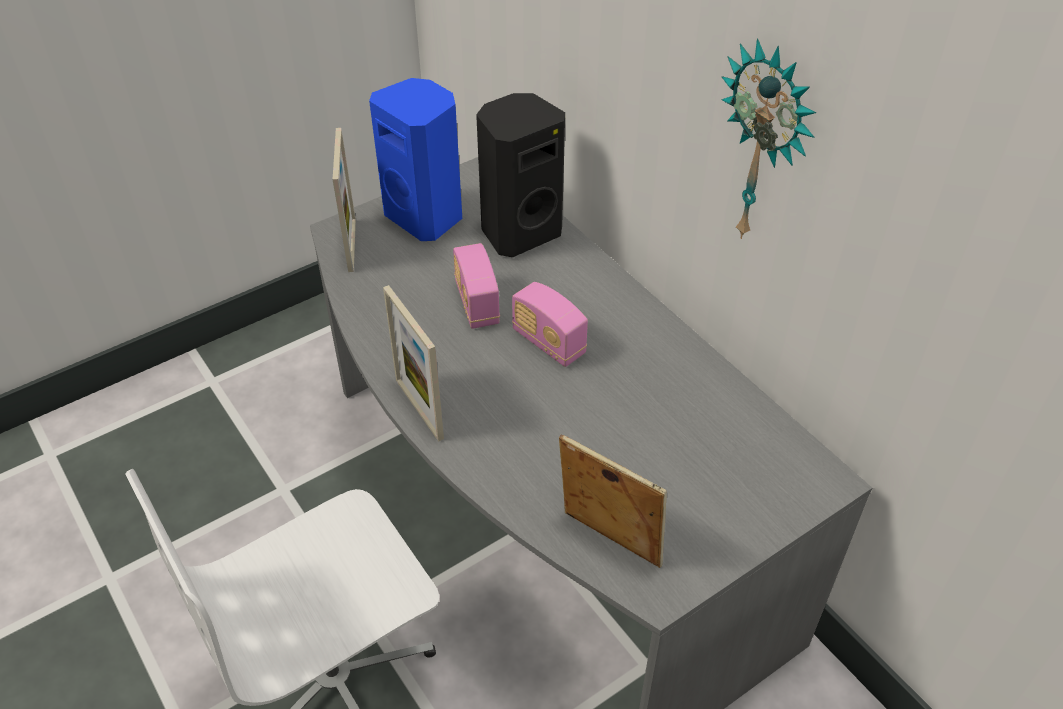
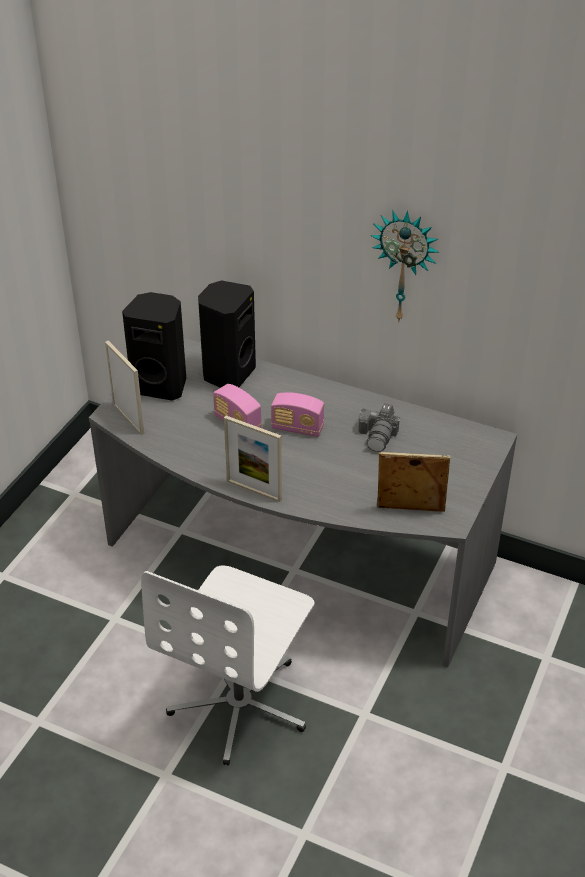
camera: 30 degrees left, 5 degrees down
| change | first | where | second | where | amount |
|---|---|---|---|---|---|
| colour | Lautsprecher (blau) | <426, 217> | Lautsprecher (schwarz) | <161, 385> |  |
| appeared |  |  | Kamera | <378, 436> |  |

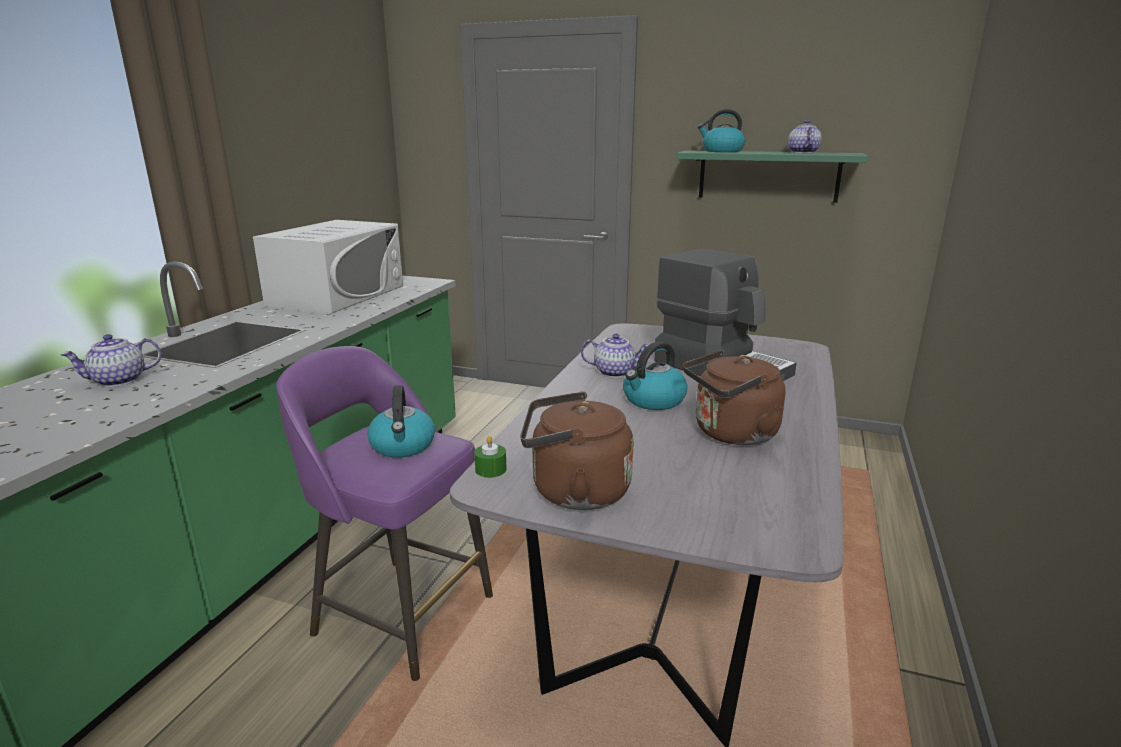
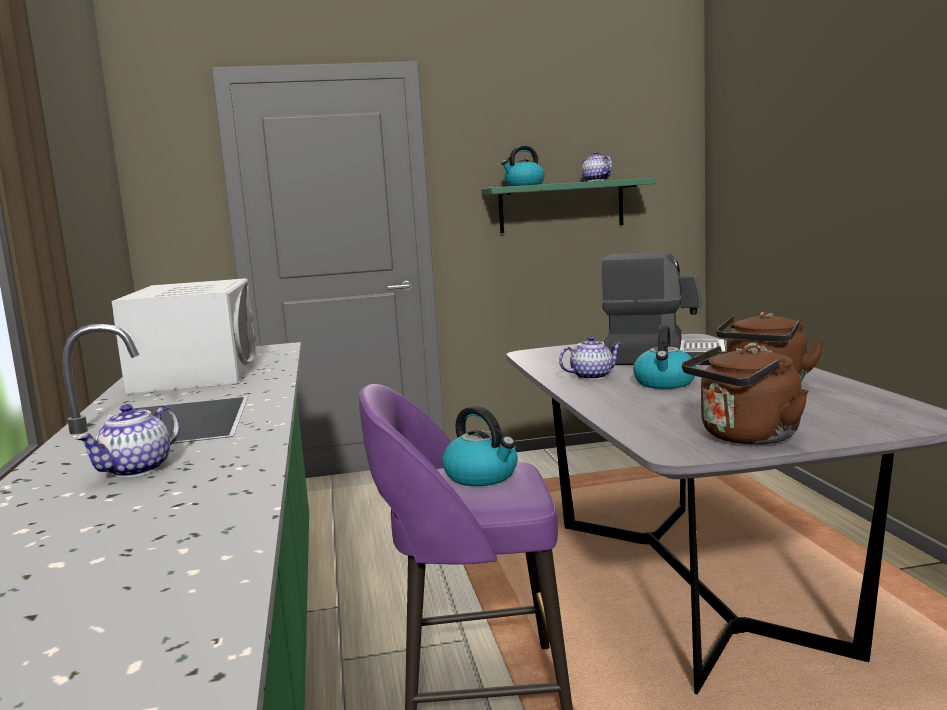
camera: 30 degrees left, 10 degrees down
| change | first | where | second | where | amount |
|---|---|---|---|---|---|
| missing | Kerze (grün) | <490, 469> |  |  |  |

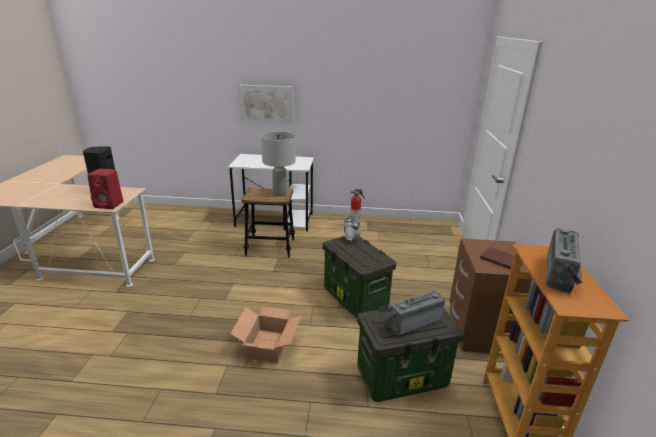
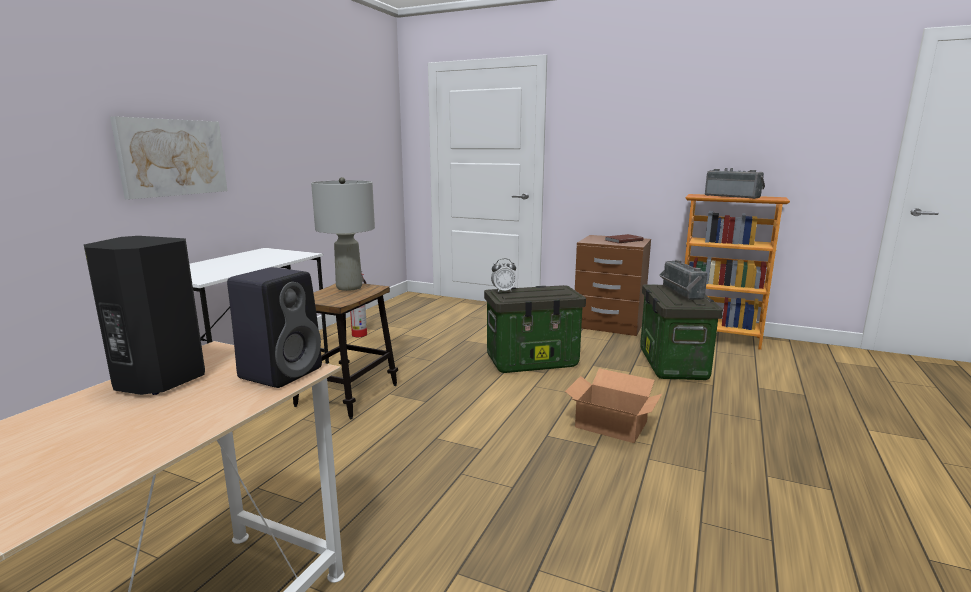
camera: 70 degrees left, 10 degrees down
| change | first | where | second | where | amount |
|---|---|---|---|---|---|
| colour | Lautsprecher (rot) | <110, 205> | Lautsprecher (schwarz) | <282, 372> |  |

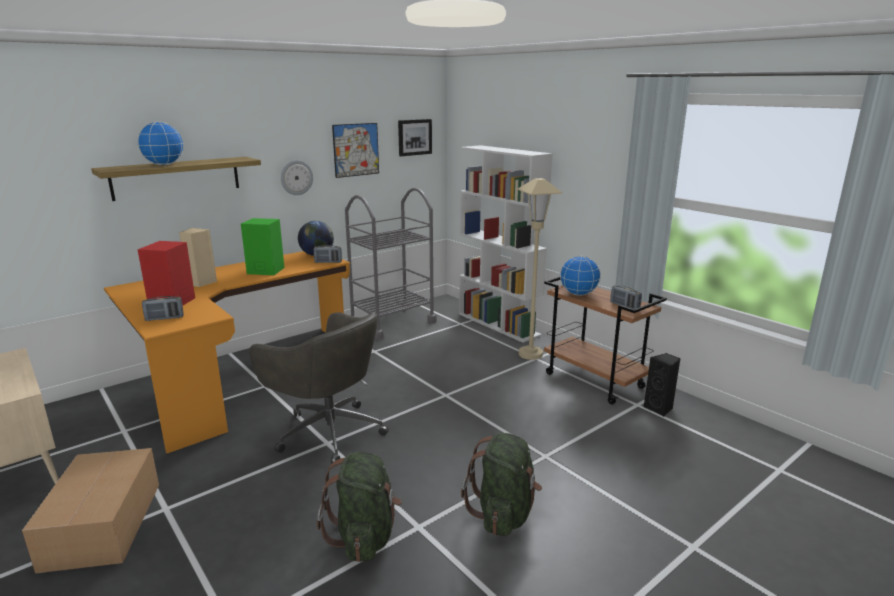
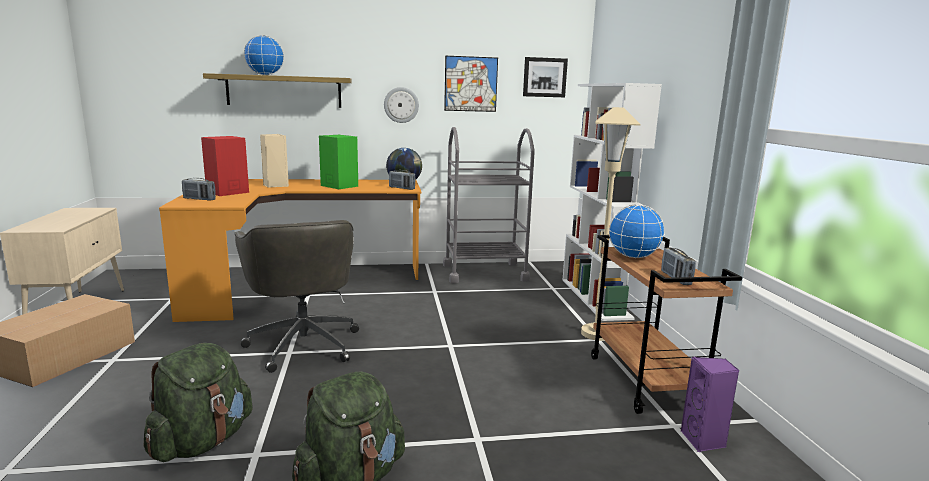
camera: 30 degrees right, 5 degrees down
| change | first | where | second | where | amount |
|---|---|---|---|---|---|
| colour | Lautsprecher (schwarz) | <659, 409> | Lautsprecher (lila) | <704, 441> |  |

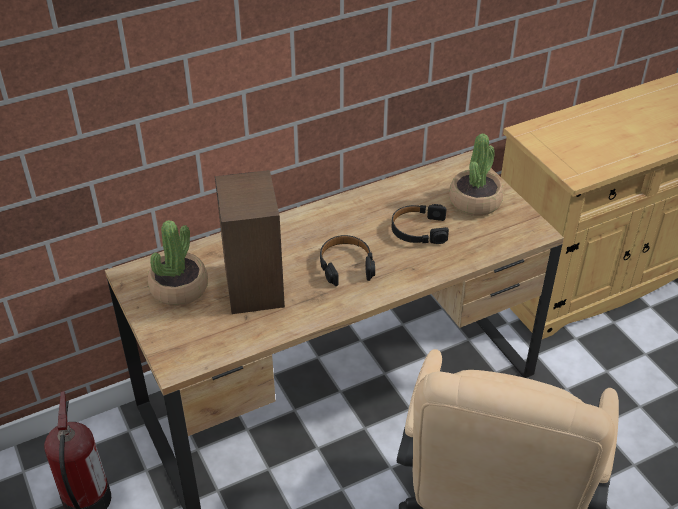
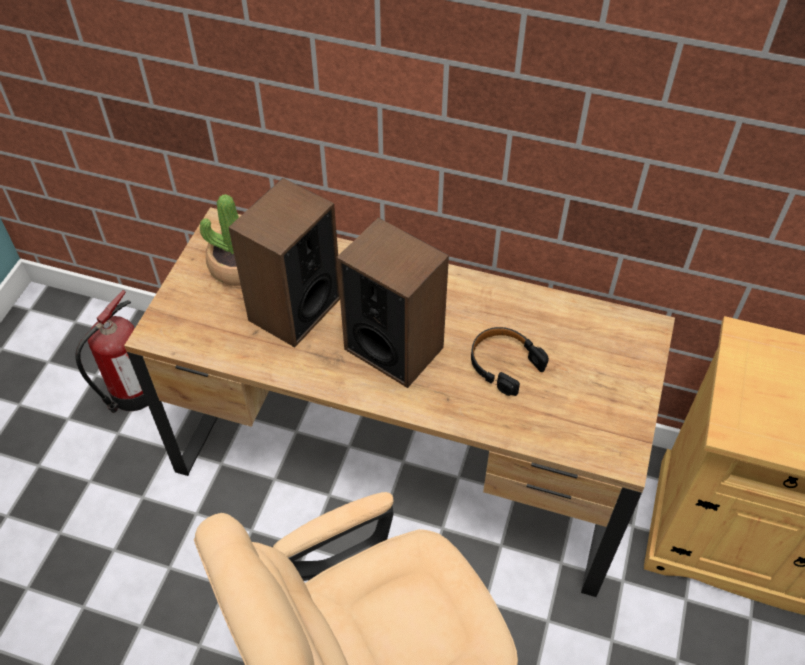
camera: 45 degrees right, 10 degrees up
| change | first | where | second | where | amount |
|---|---|---|---|---|---|
| exchanged | Kopfhörer (schwarz) | <346, 265> | Lautsprecher | <394, 347> |  |
| missing | Topfpflanze | <475, 201> |  |  |  |

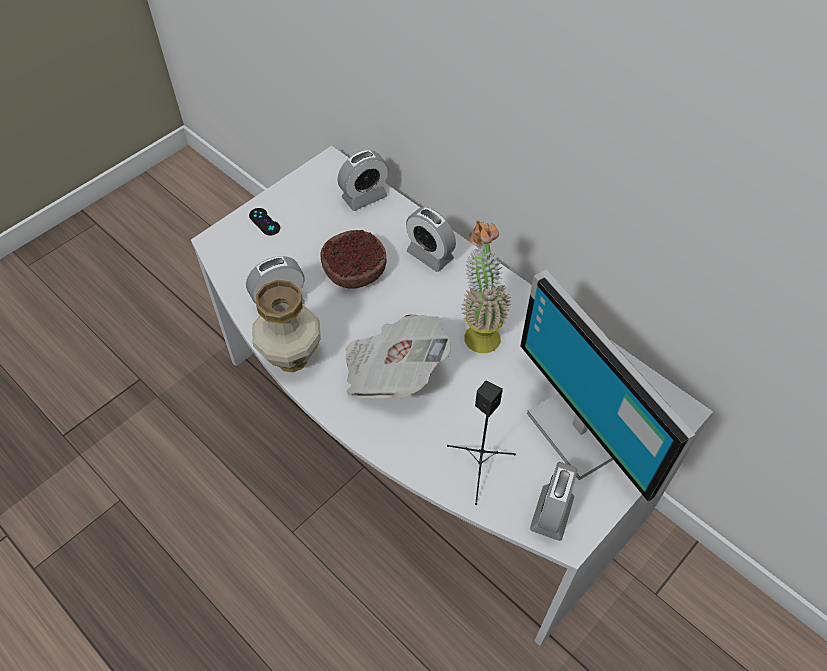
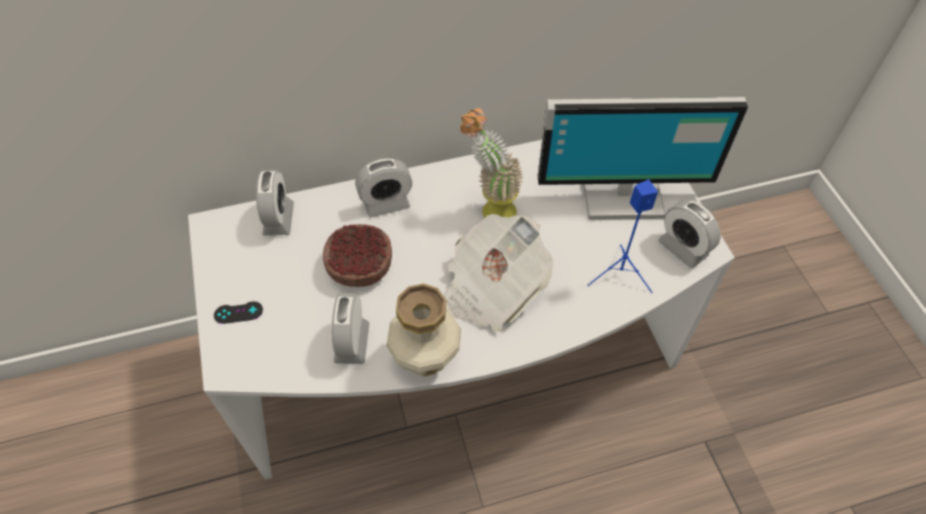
camera: 60 degrees left, 0 degrees up
| change | first | where | second | where | amount |
|---|---|---|---|---|---|
| colour | Lautsprecher (schwarz) | <480, 467> | Lautsprecher (blau) | <619, 273> |  |

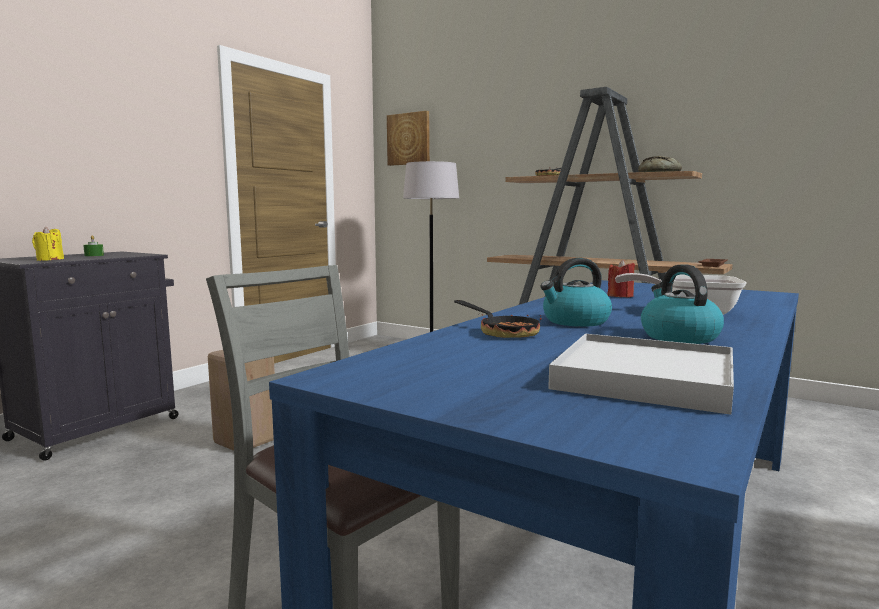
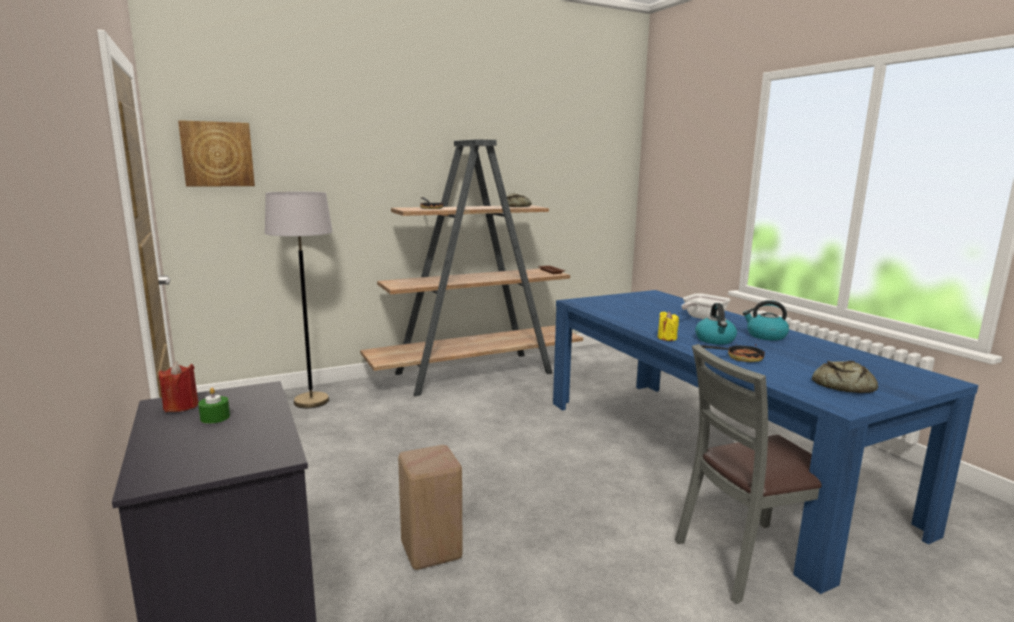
camera: 60 degrees left, 5 degrees up
| change | first | where | second | where | amount |
|---|---|---|---|---|---|
| relocated | Kerze (rot) | <620, 296> |  | <181, 406> |  |
| relocated | Kerze (gelb) | <50, 260> |  | <667, 338> |  |
| appeared |  |  | Brot | <841, 385> |  |
| missing | Tablett (weiß) | <645, 378> |  |  |  |

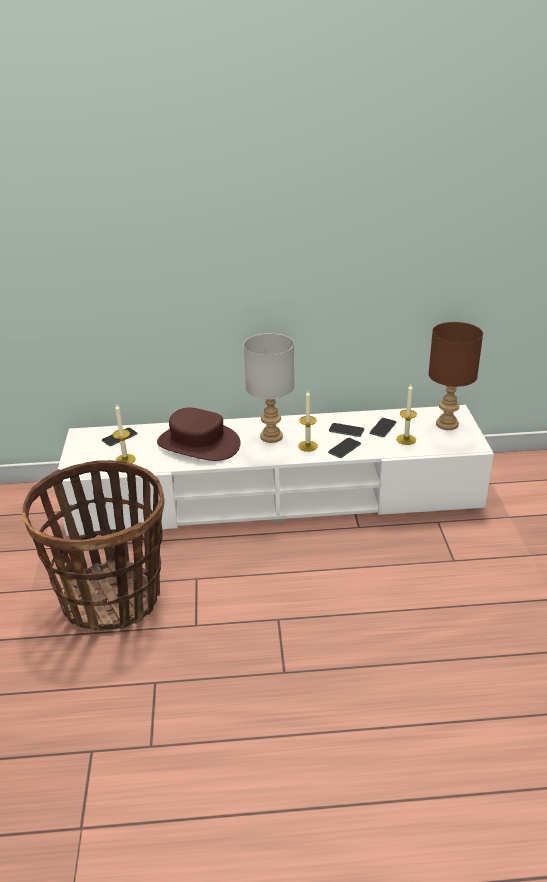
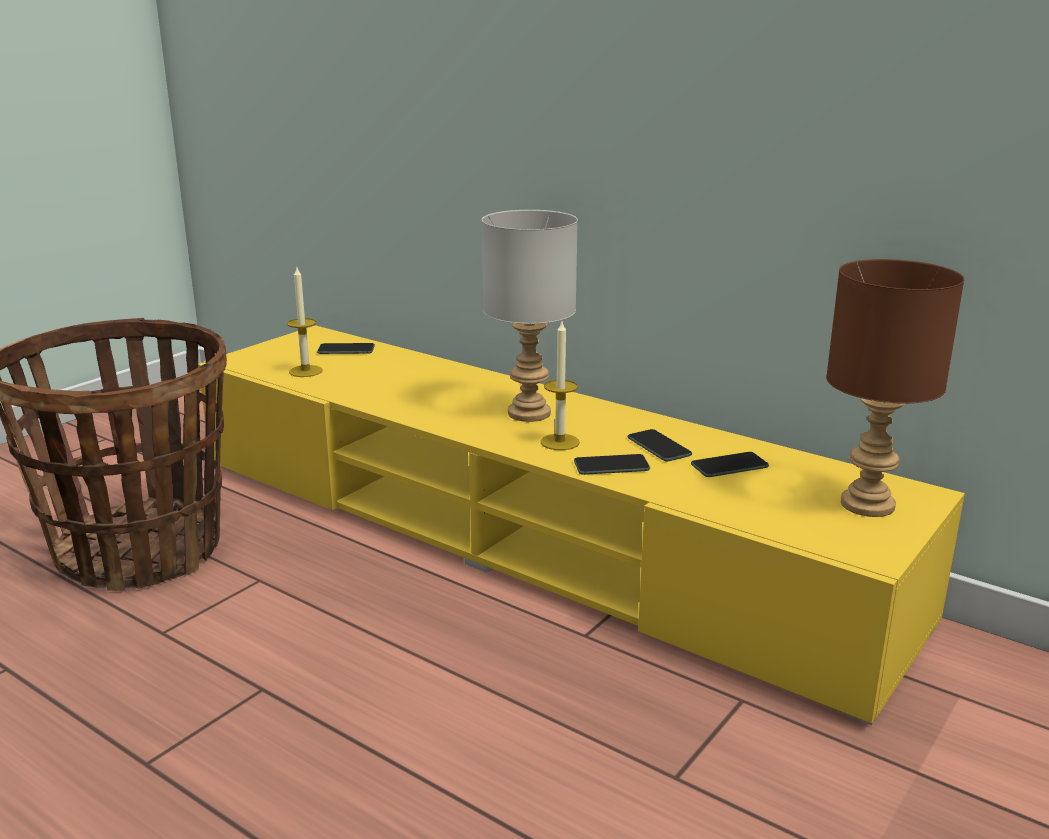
camera: 40 degrees right, 10 degrees down
| change | first | where | second | where | amount |
|---|---|---|---|---|---|
| colour | Fernsehschrank (weiß) | <276, 496> | Fernsehschrank (gelb) | <526, 537> |  |
| missing | Hut (braun) | <198, 444> |  |  |  |
| missing | Kerze | <406, 439> |  |  |  |

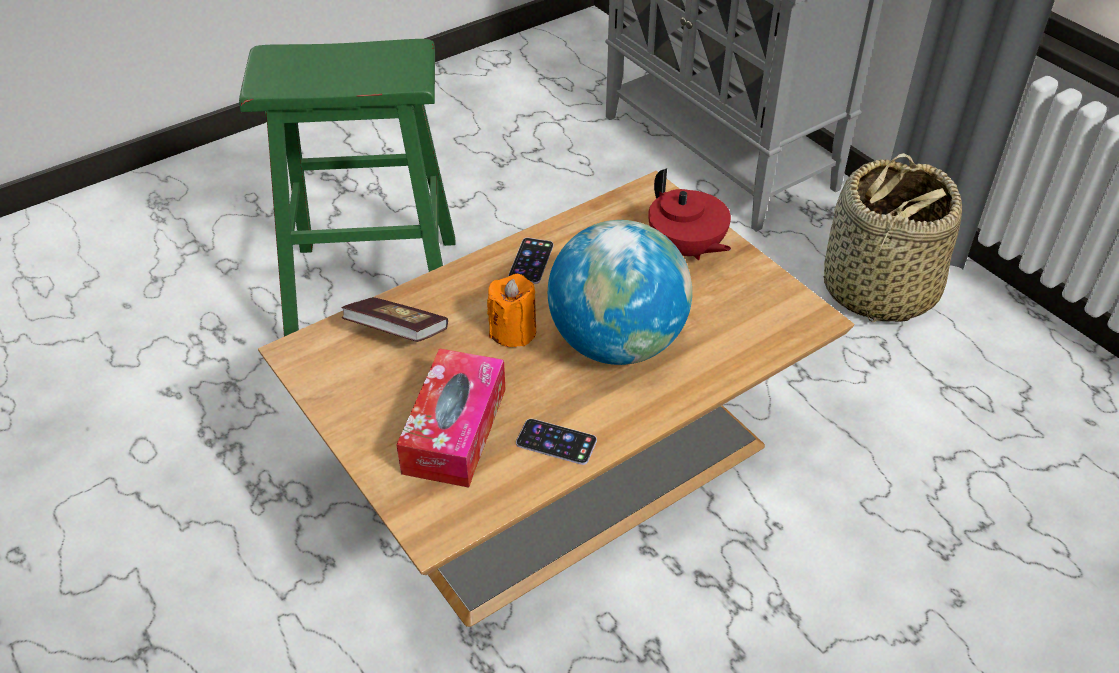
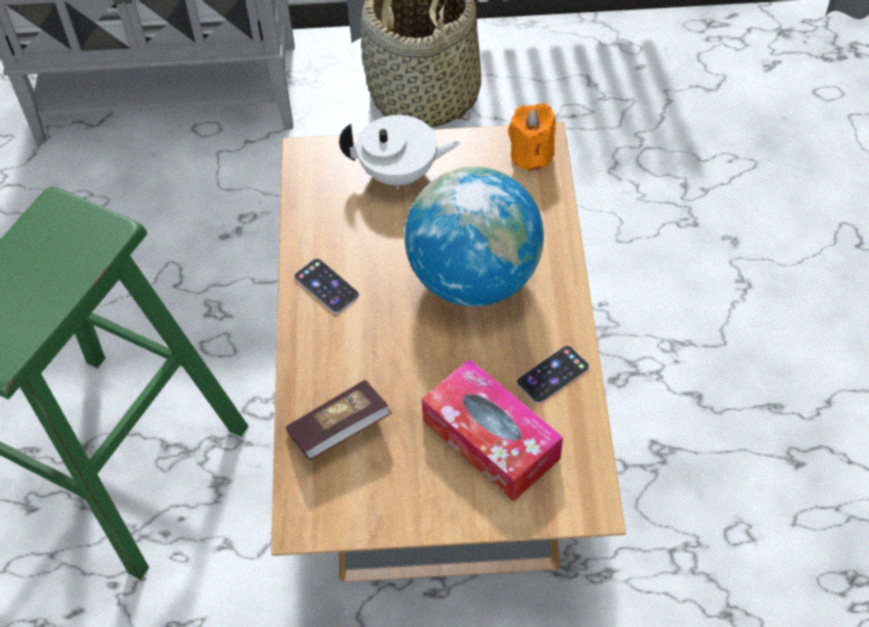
camera: 55 degrees left, 10 degrees up
| change | first | where | second | where | amount |
|---|---|---|---|---|---|
| colour | Teekanne (rot) | <686, 249> | Teekanne (weiß) | <400, 173> |  |
| relocated | Kerze (orange) | <513, 331> |  | <531, 155> |  |

